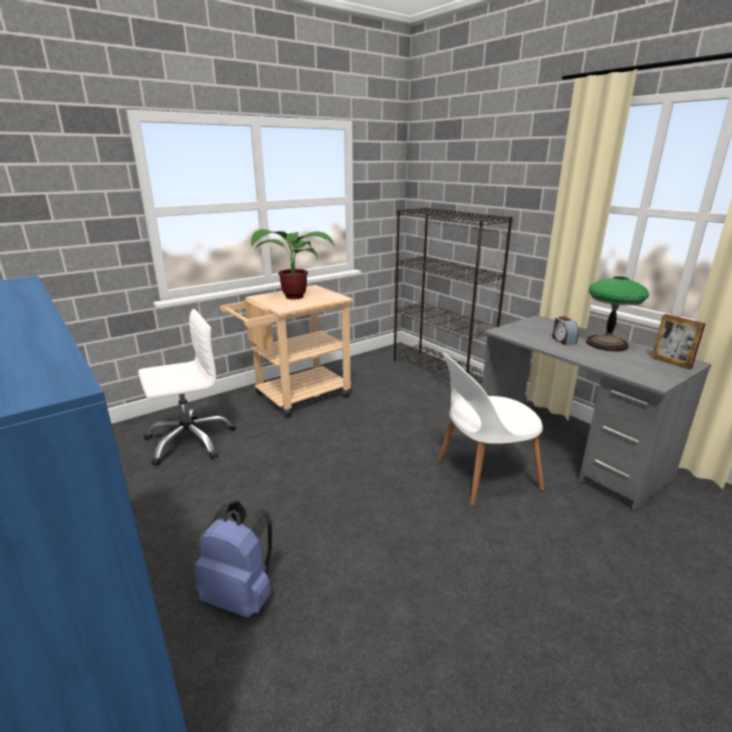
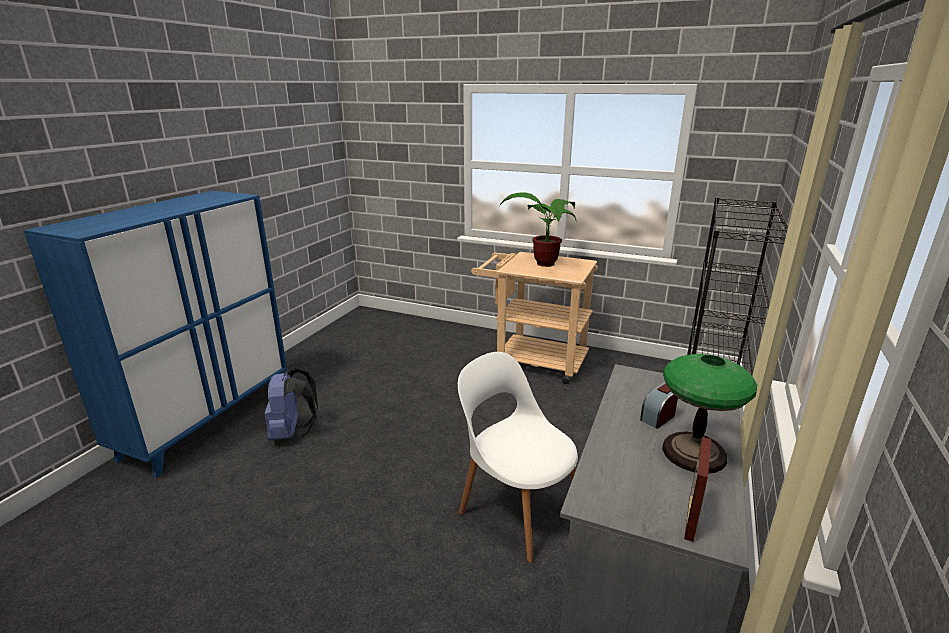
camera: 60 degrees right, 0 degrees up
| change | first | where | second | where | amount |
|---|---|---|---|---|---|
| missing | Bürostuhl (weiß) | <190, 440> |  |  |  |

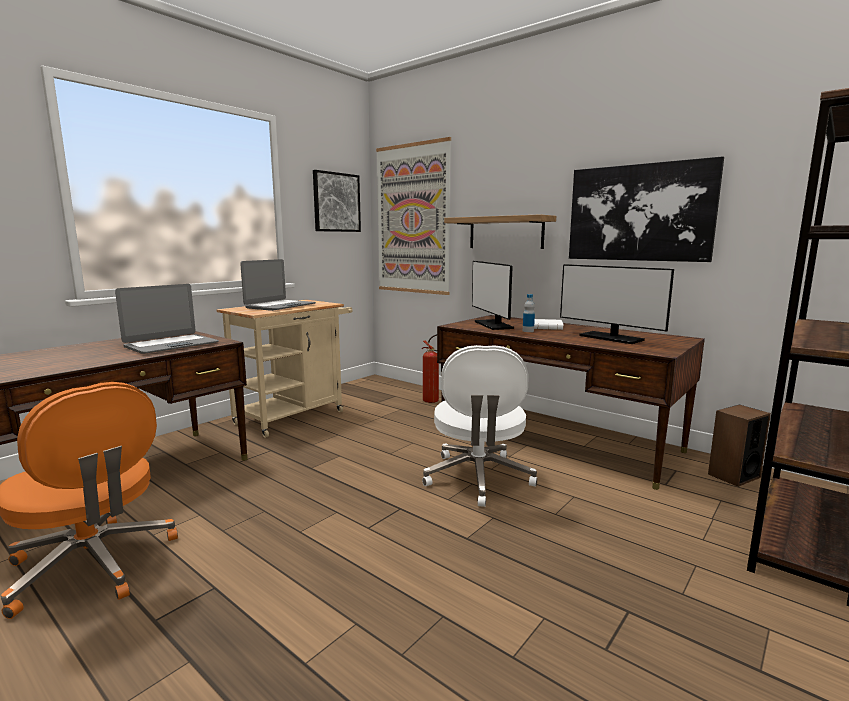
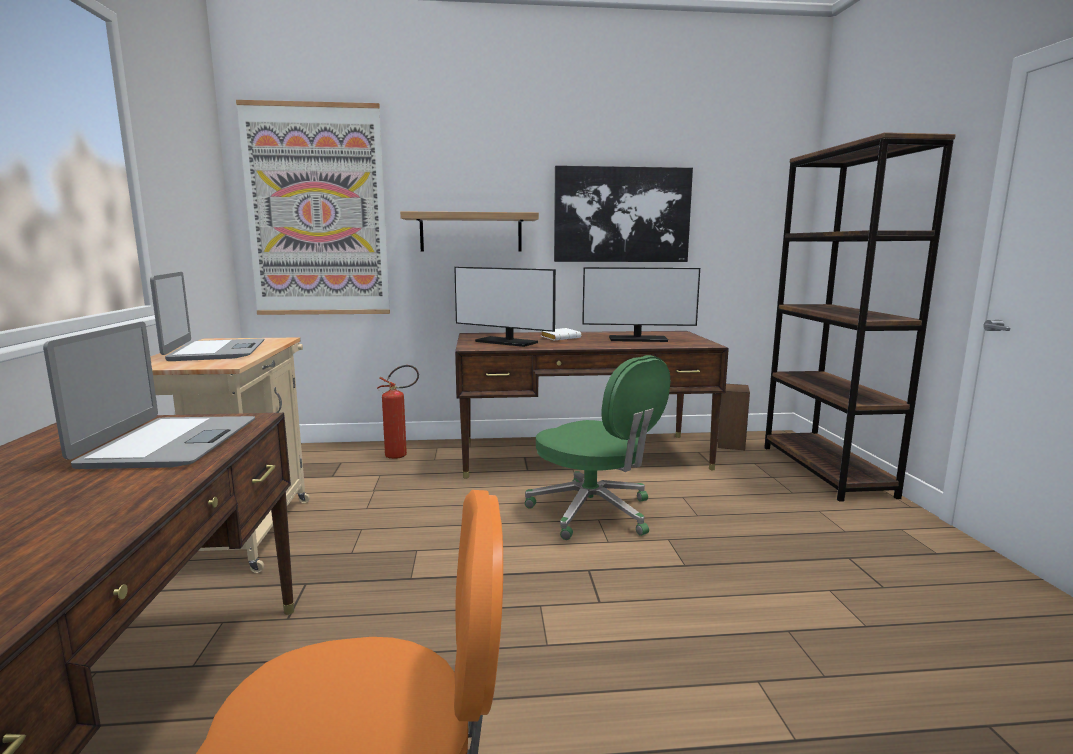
camera: 45 degrees left, 0 degrees up
| change | first | where | second | where | amount |
|---|---|---|---|---|---|
| colour | Bürostuhl (weiß) | <478, 478> | Bürostuhl (grün) | <594, 513> |  |
| missing | Bild | <336, 202> |  |  |  |
| missing | Flasche | <528, 331> |  |  |  |

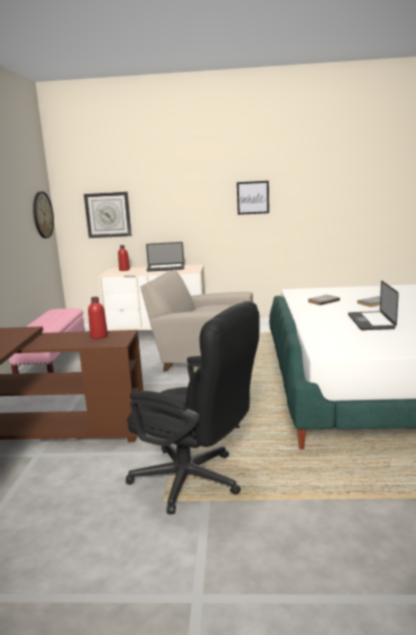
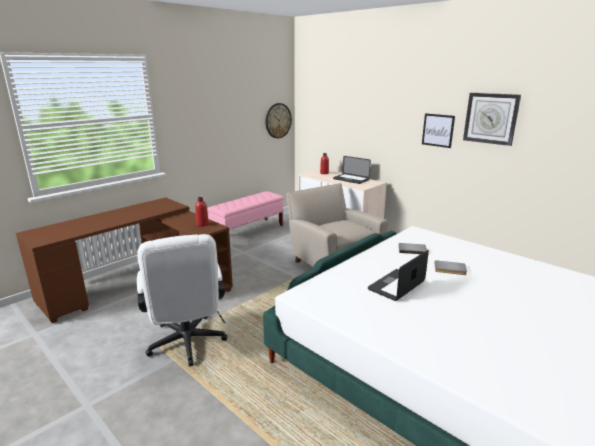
camera: 40 degrees right, 5 degrees up
| change | first | where | second | where | amount |
|---|---|---|---|---|---|
| colour | Bürostuhl (schwarz) | <196, 482> | Bürostuhl (weiß) | <187, 345> |  |
| relocated | Wanduhr | <108, 215> |  | <491, 118> |  |

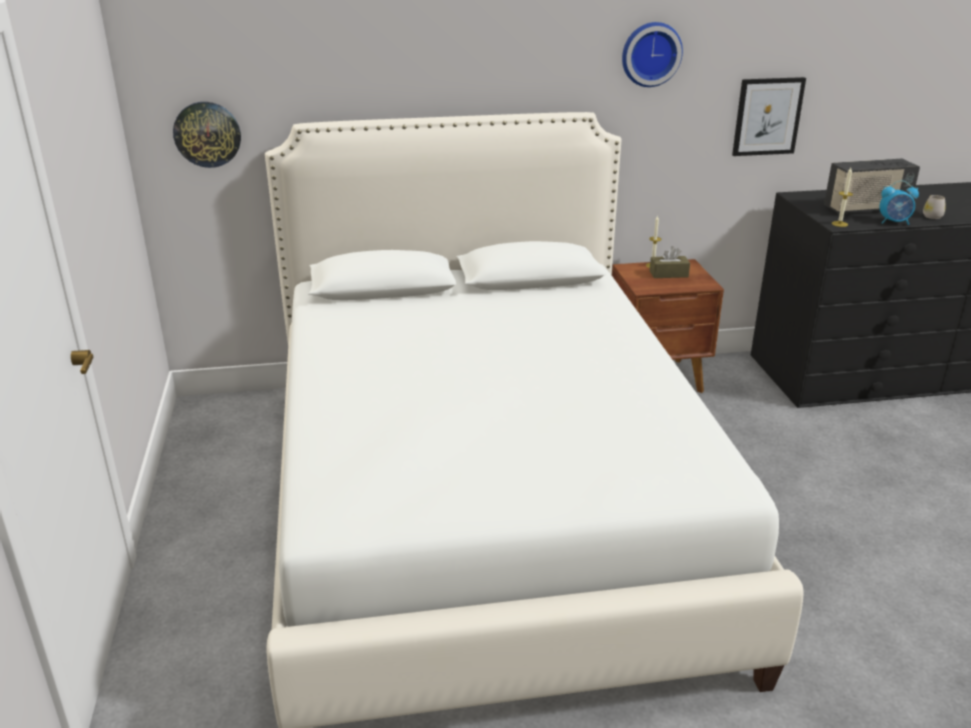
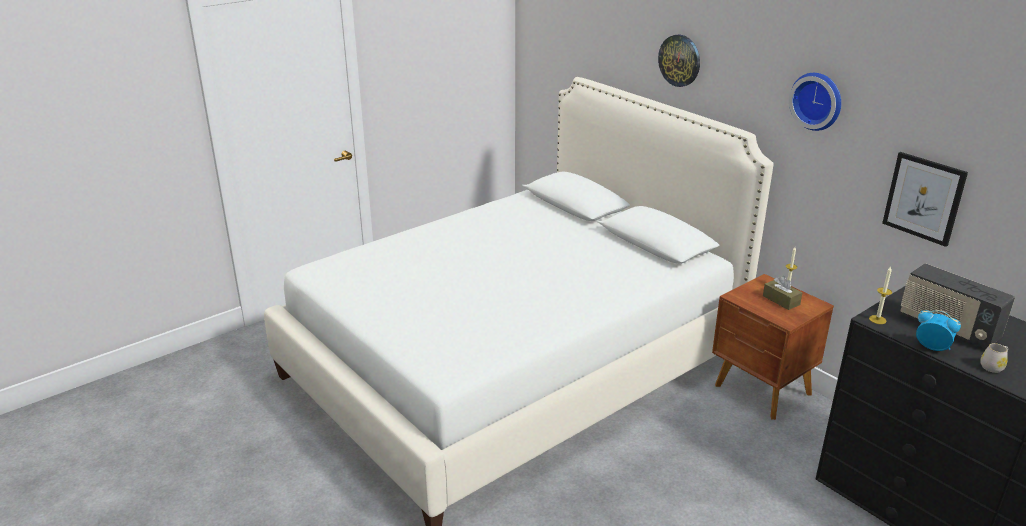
camera: 60 degrees right, 0 degrees up
| change | first | where | second | where | amount |
|---|---|---|---|---|---|
| relocated | Wanduhr | <207, 134> |  | <680, 60> |  |
| spun | Wecker | <894, 222> |  | <932, 347> | 150 degrees clockwise |

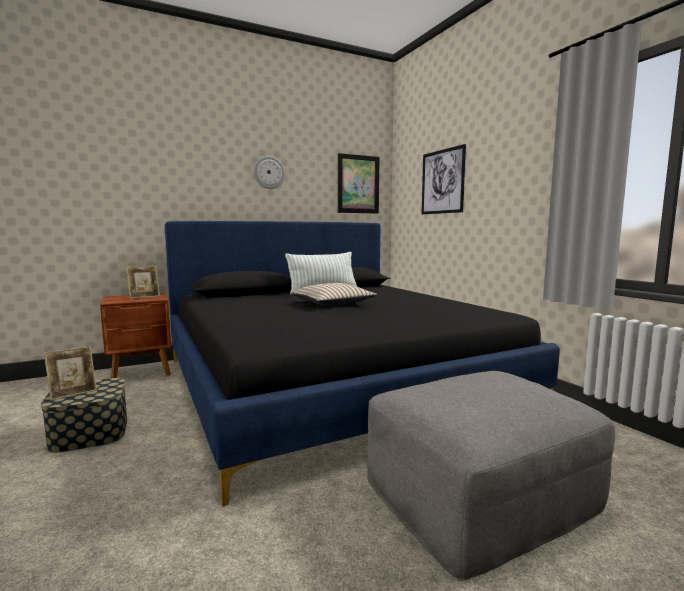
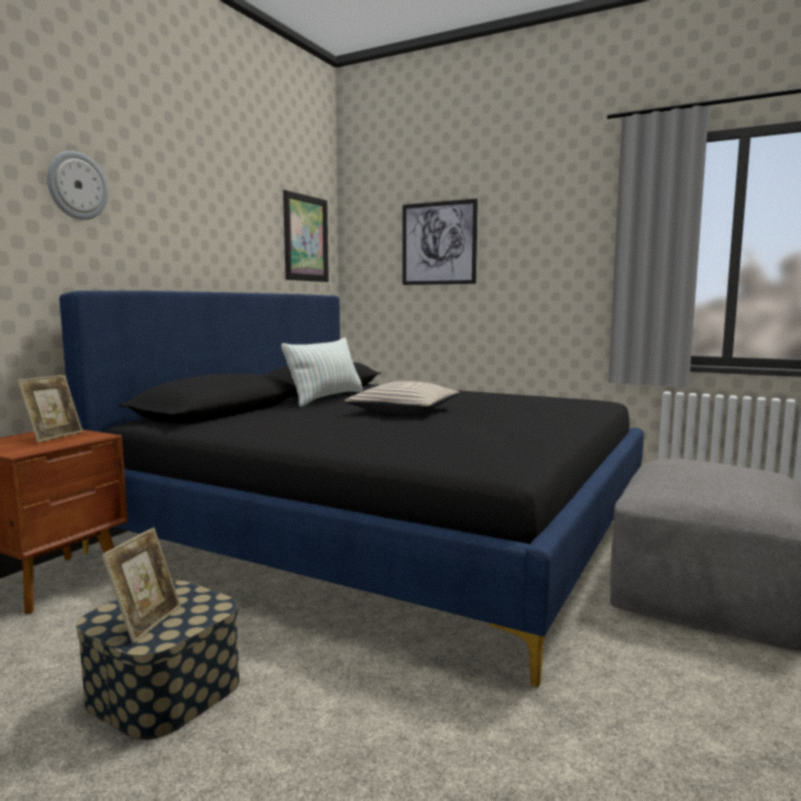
camera: 35 degrees left, 0 degrees up
| change | first | where | second | where | amount |
|---|---|---|---|---|---|
| relocated | Wanduhr | <269, 172> |  | <77, 186> |  |

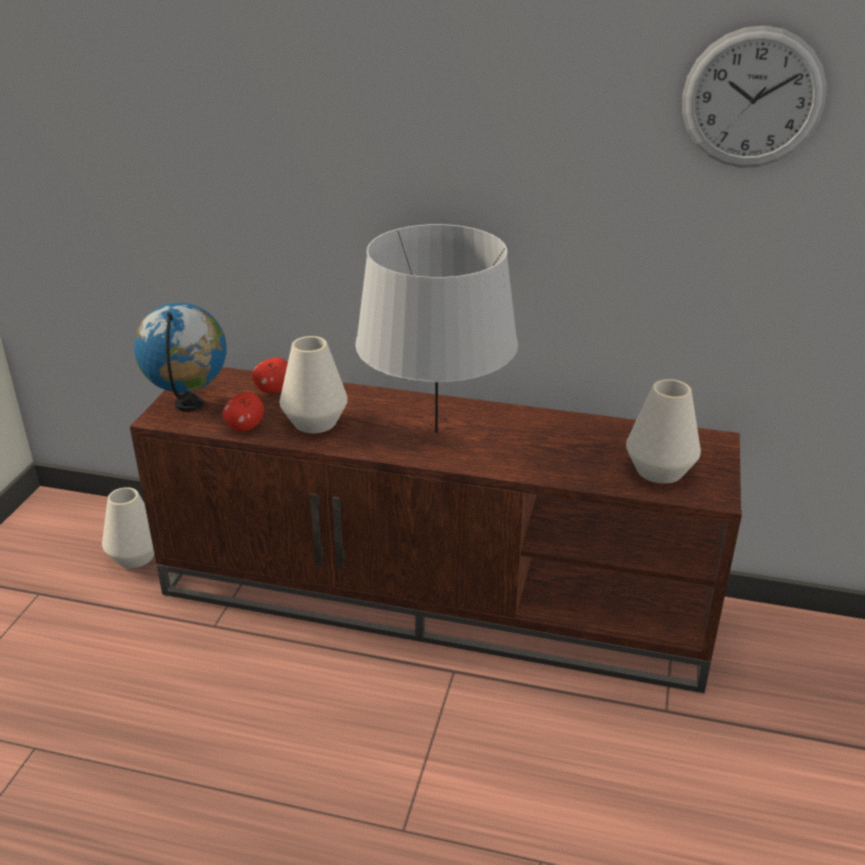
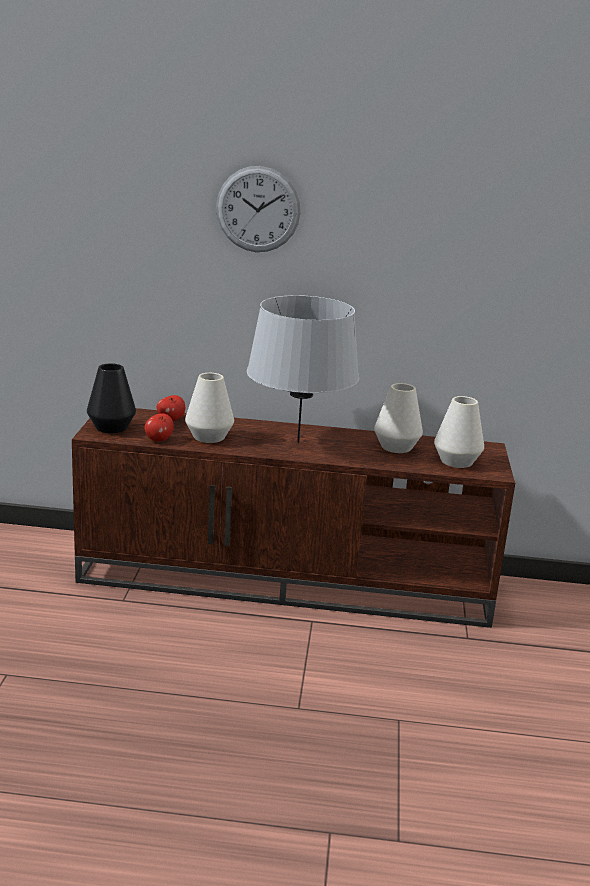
camera: 10 degrees left, 10 degrees down
| change | first | where | second | where | amount |
|---|---|---|---|---|---|
| exchanged | Globus | <190, 405> | Vase (schwarz) | <111, 427> |  |
| relocated | Wanduhr | <752, 98> |  | <258, 209> |  |
| relocated | Vase (weiß) | <135, 556> |  | <396, 447> |  |

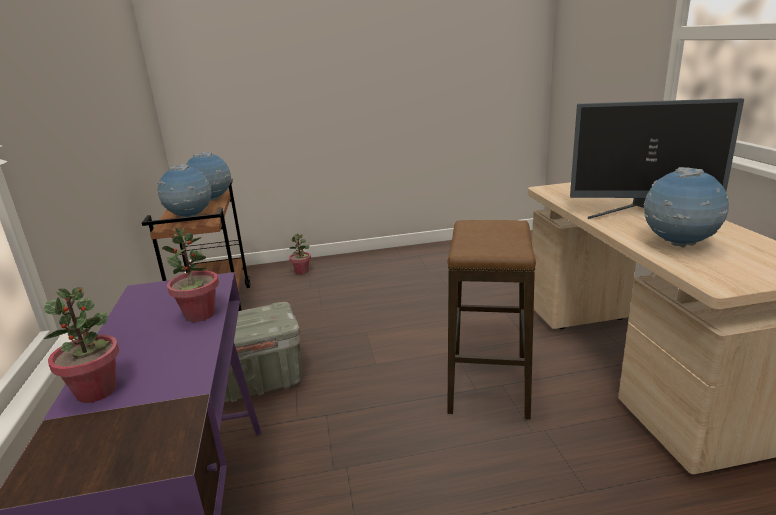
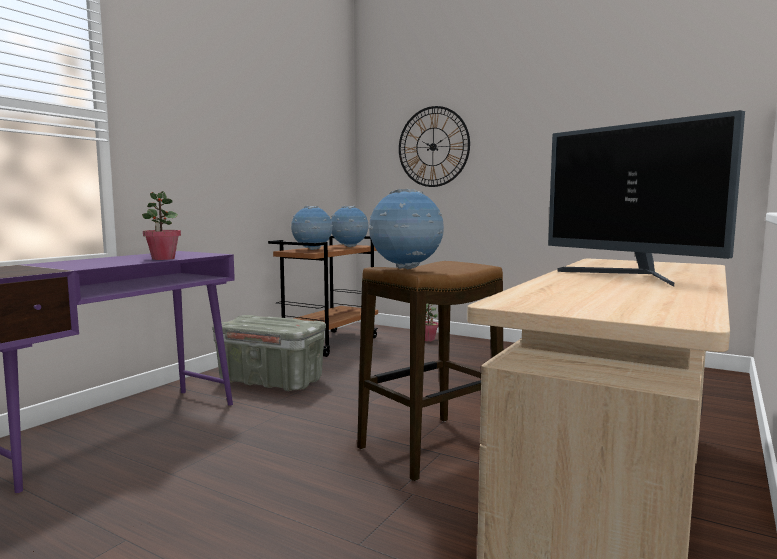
camera: 40 degrees right, 15 degrees down
| change | first | where | second | where | amount |
|---|---|---|---|---|---|
| relocated | Globus | <678, 245> |  | <406, 269> |  |
| appeared |  |  | Wanduhr | <433, 147> |  |
| missing | Topfpflanze | <97, 391> |  |  |  |

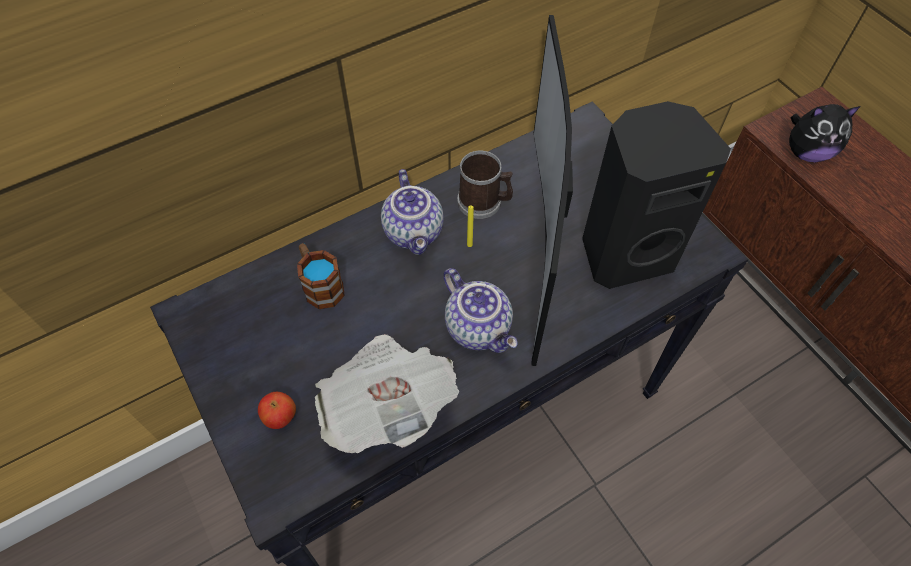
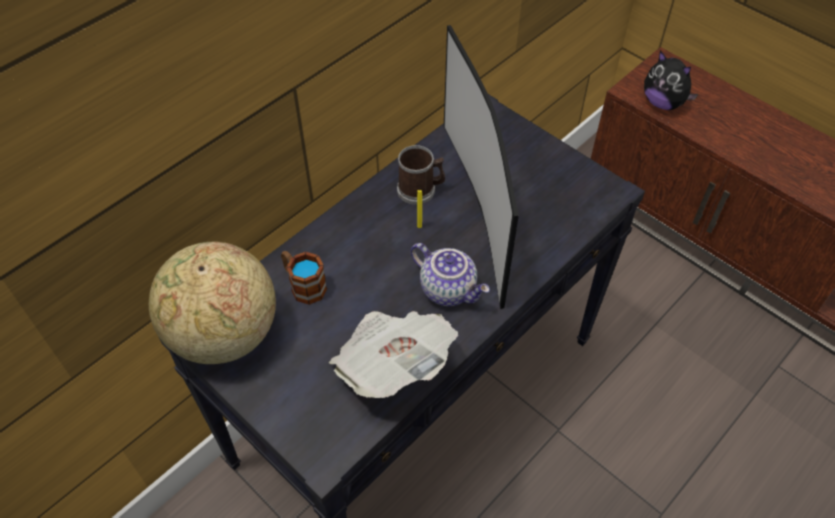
camera: 15 degrees left, 5 degrees down
| change | first | where | second | where | amount |
|---|---|---|---|---|---|
| appeared |  |  | Globus | <224, 335> |  |
| spun | Plüschtier | <806, 152> |  | <663, 103> | 60 degrees clockwise |
| missing | Apfel | <280, 416> |  |  |  |
| missing | Teekanne | <415, 232> |  |  |  |
| missing | Lautsprecher (schwarz) | <625, 252> |  |  |  |

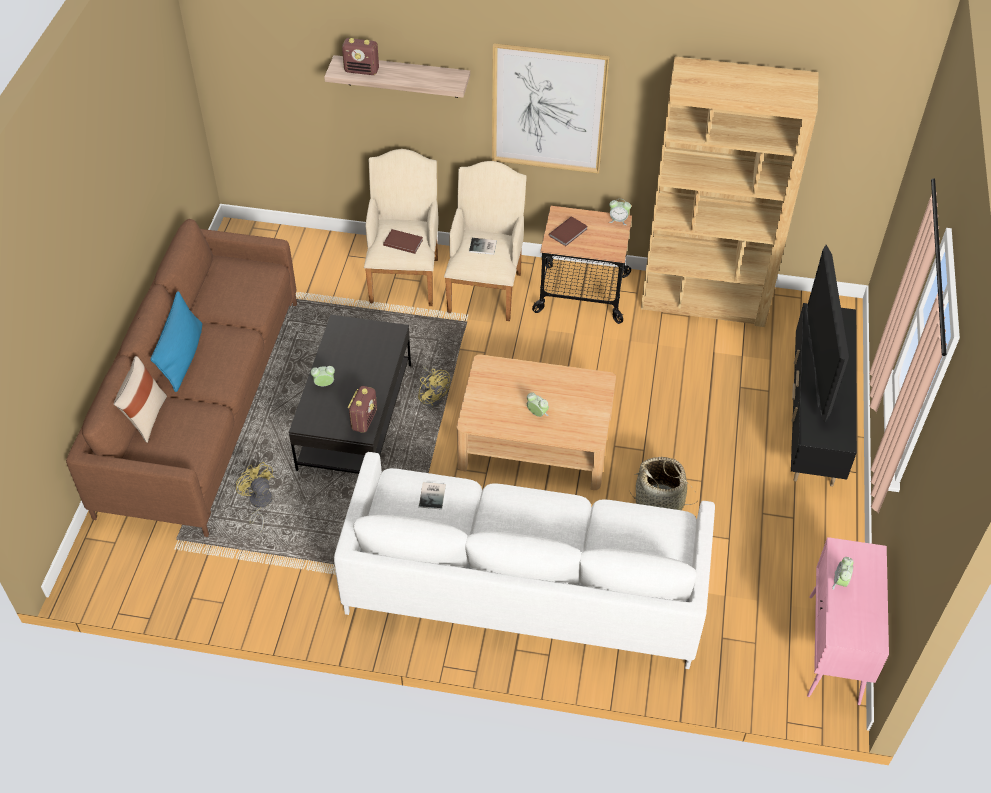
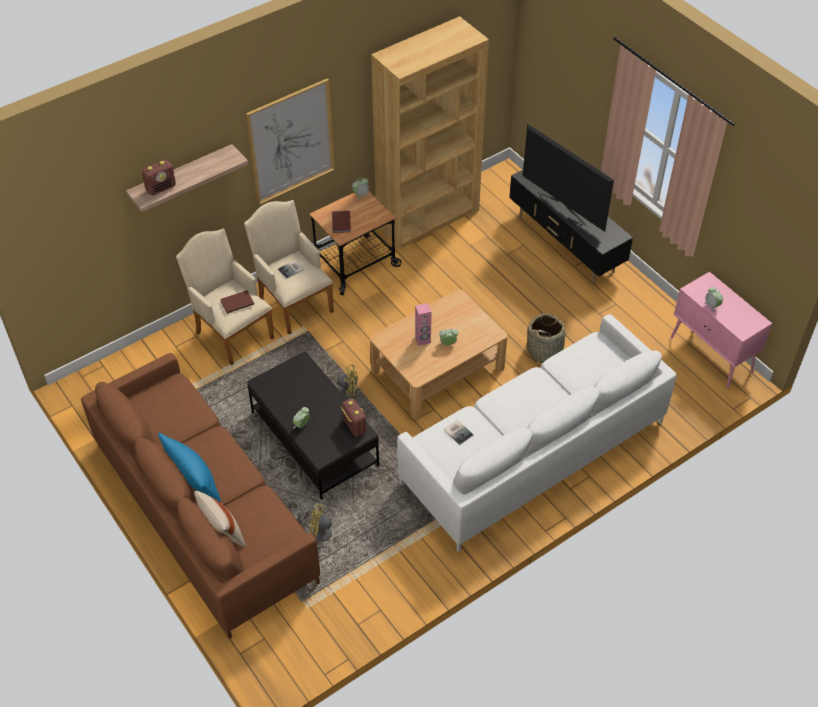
camera: 45 degrees left, 0 degrees up
| change | first | where | second | where | amount |
|---|---|---|---|---|---|
| appeared |  |  | Lautsprecher (rosa) | <423, 340> |  |

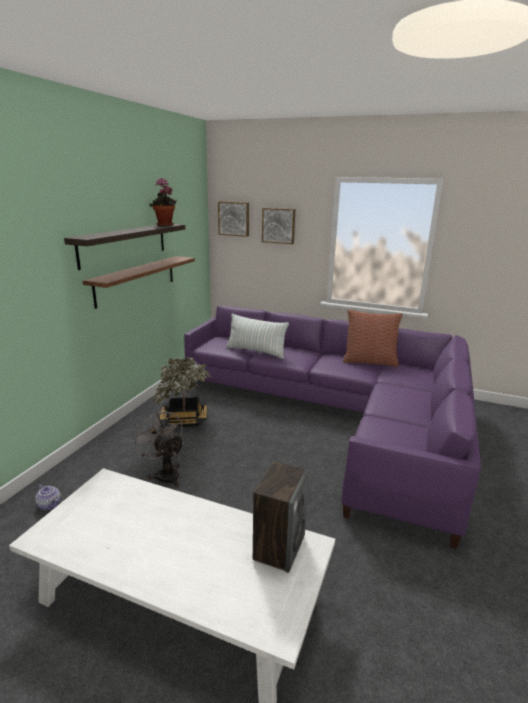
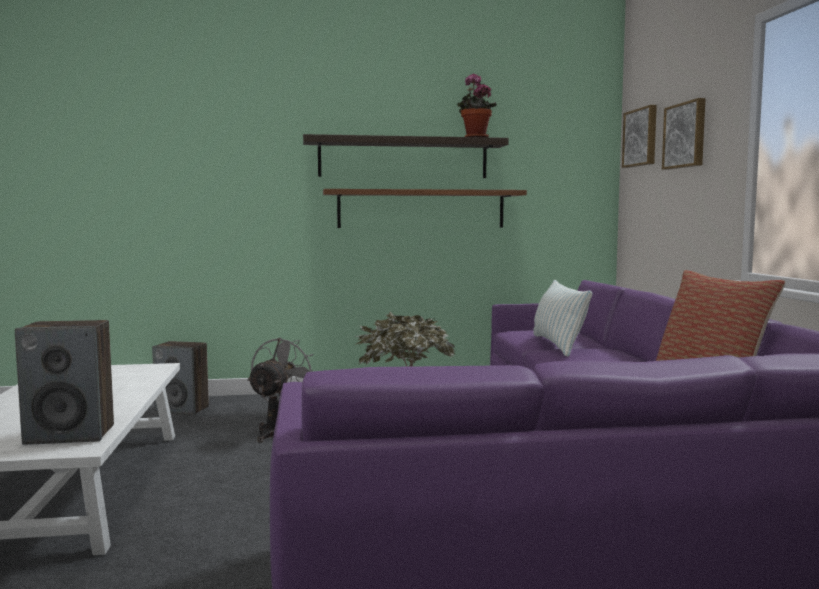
camera: 60 degrees right, 15 degrees down
| change | first | where | second | where | amount |
|---|---|---|---|---|---|
| exchanged | Teekanne | <50, 505> | Lautsprecher | <183, 409> |  |

